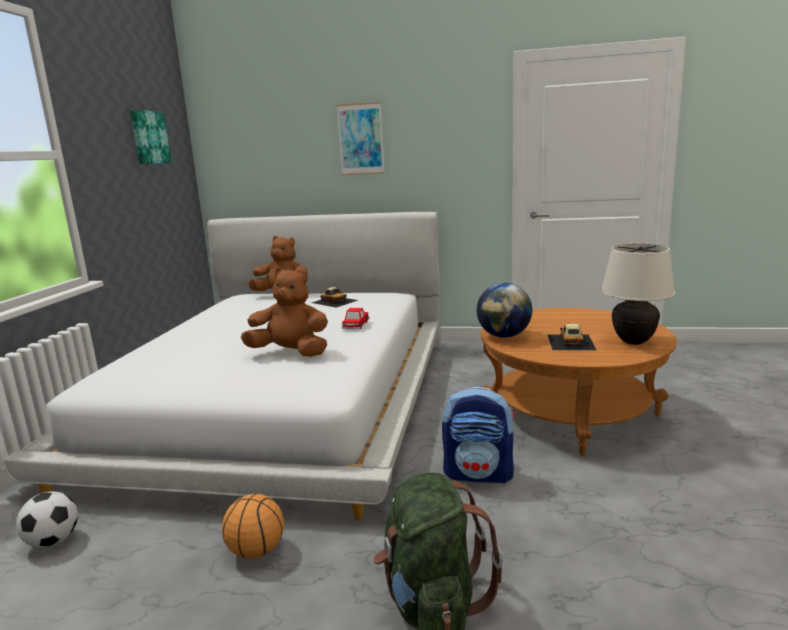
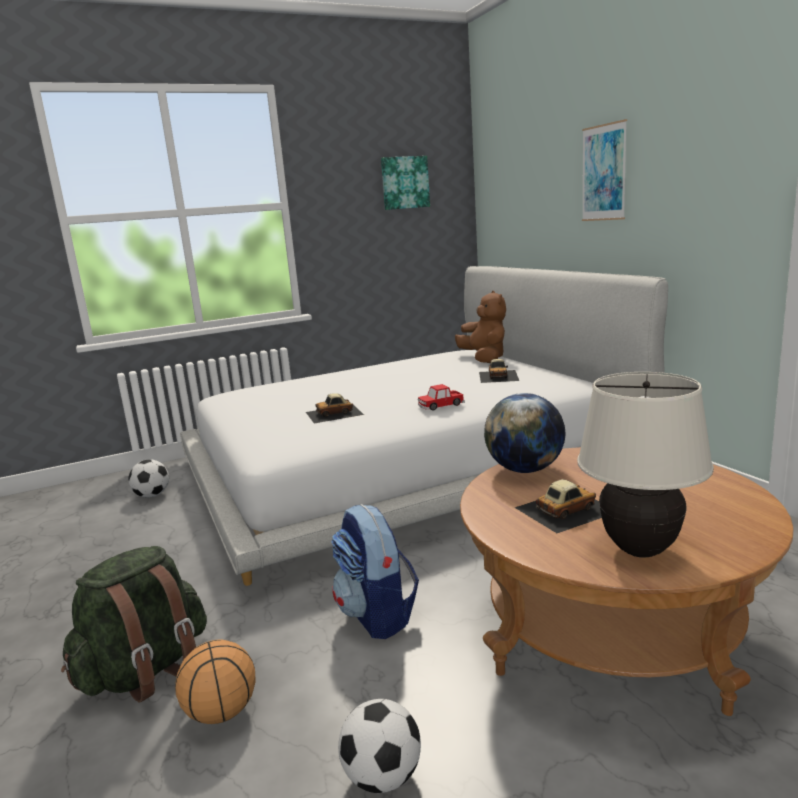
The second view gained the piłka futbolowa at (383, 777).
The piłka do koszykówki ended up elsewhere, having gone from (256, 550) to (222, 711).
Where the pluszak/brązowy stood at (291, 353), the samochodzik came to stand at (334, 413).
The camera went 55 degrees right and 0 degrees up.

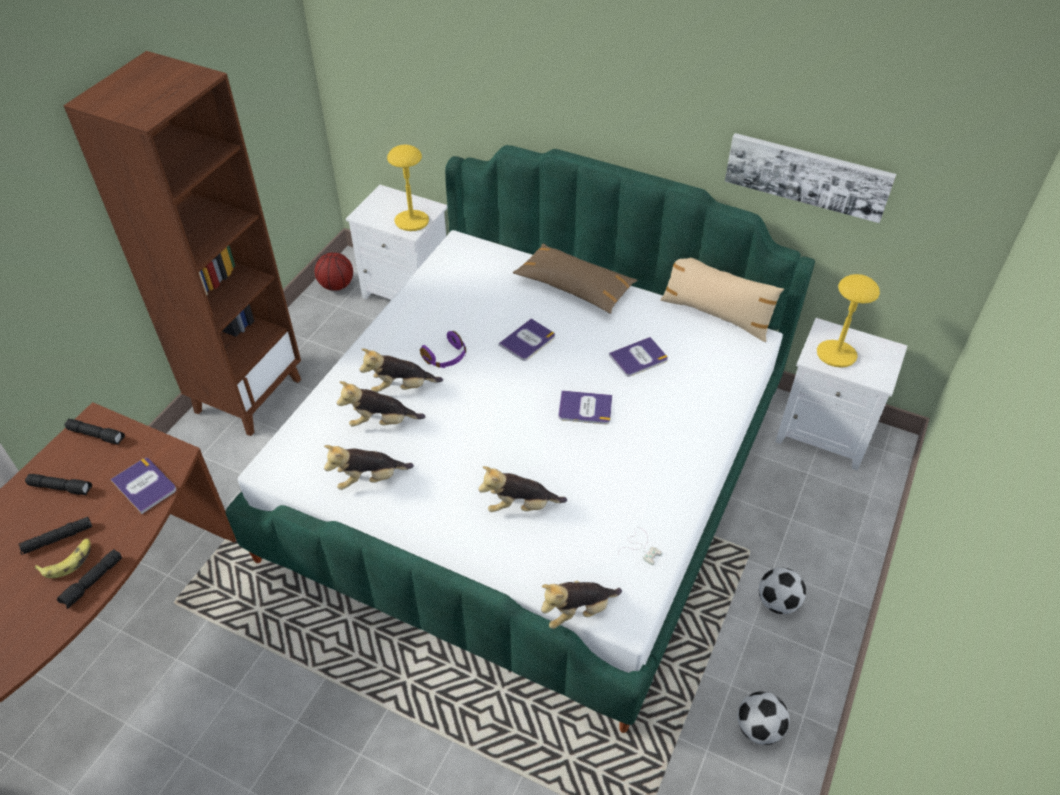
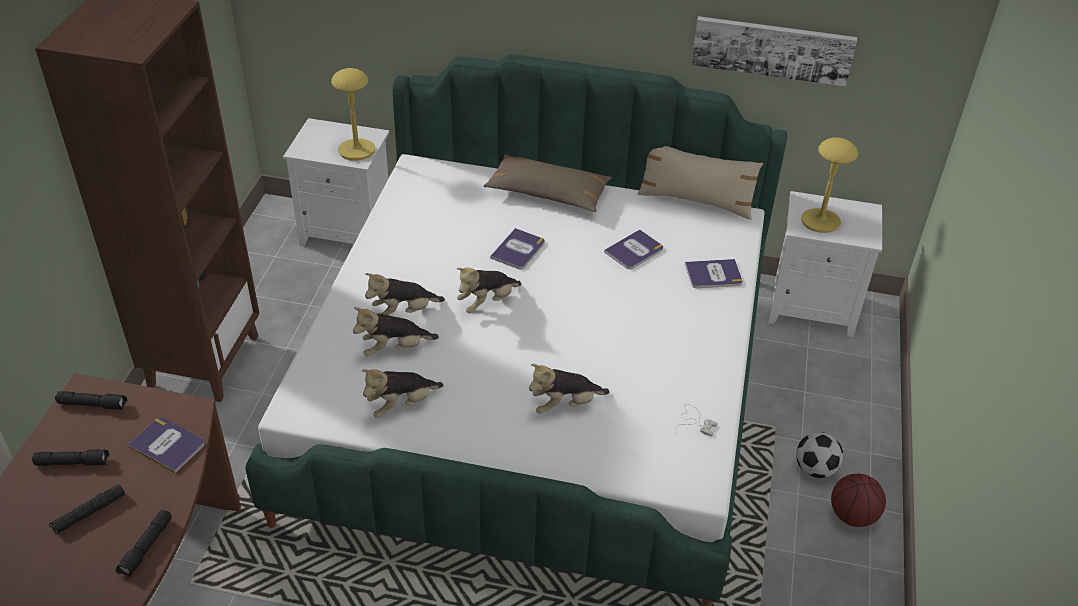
The second view lost the banan at (69, 561).
The second view lost the słuchawki/fioletowy at (446, 357).
The second view lost the piłka futbolowa at (758, 728).
The piłka do koszykówki ended up elsewhere, having gone from (337, 286) to (853, 516).
The pluszak ended up elsewhere, having gone from (577, 611) to (487, 302).
The książka ended up elsewhere, having gone from (585, 408) to (713, 274).
The camera went 15 degrees left and 5 degrees down.

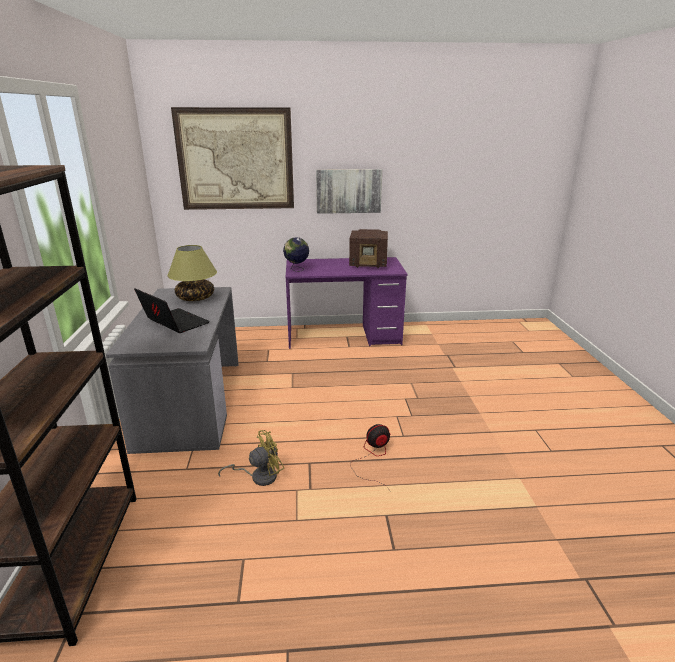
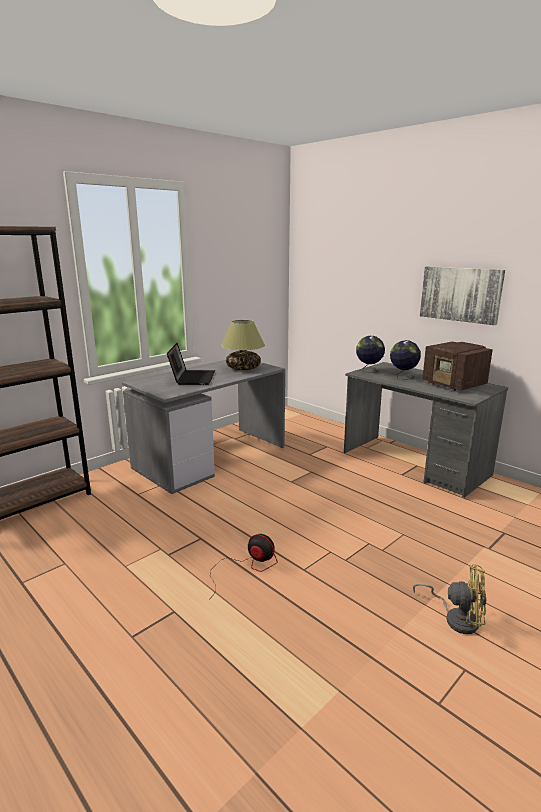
The second view lost the obraz at (235, 159).
The second view gained the globus at (403, 377).
The wentylator/żółty ended up elsewhere, having gone from (259, 476) to (456, 618).
What was the biurko/fioletowy at (344, 336) turned into the biurko/szary at (414, 464).
The camera went 50 degrees right and 5 degrees down.

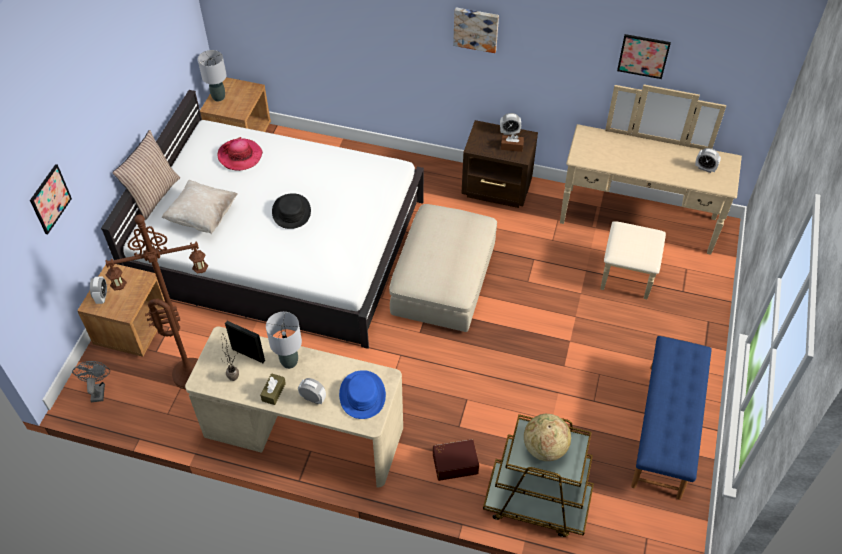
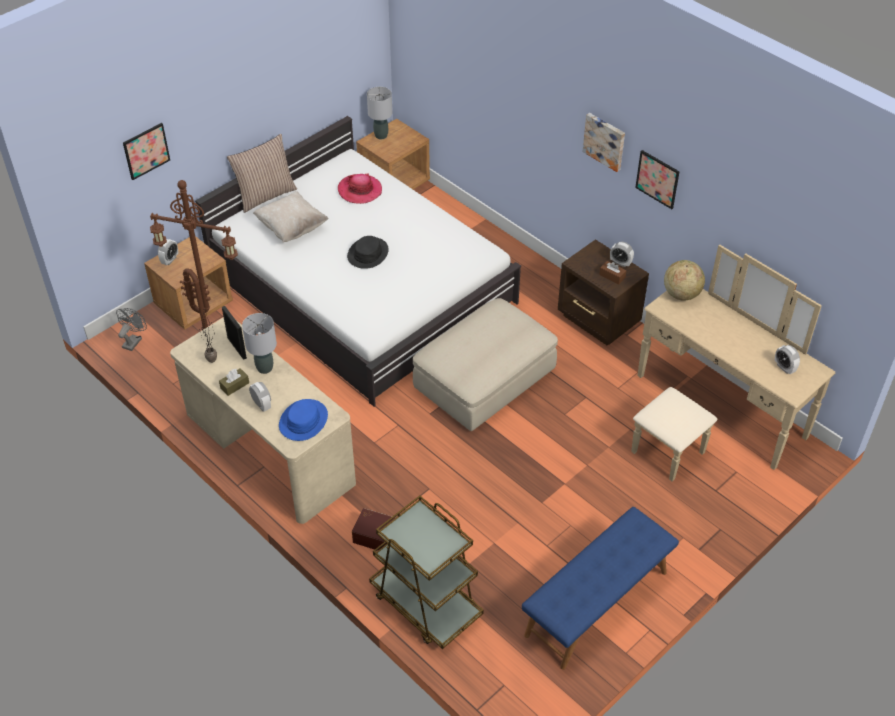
The globus ended up elsewhere, having gone from (544, 448) to (681, 294).
The obraz ended up elsewhere, having gone from (643, 56) to (657, 179).
The camera went 30 degrees right and 5 degrees down.

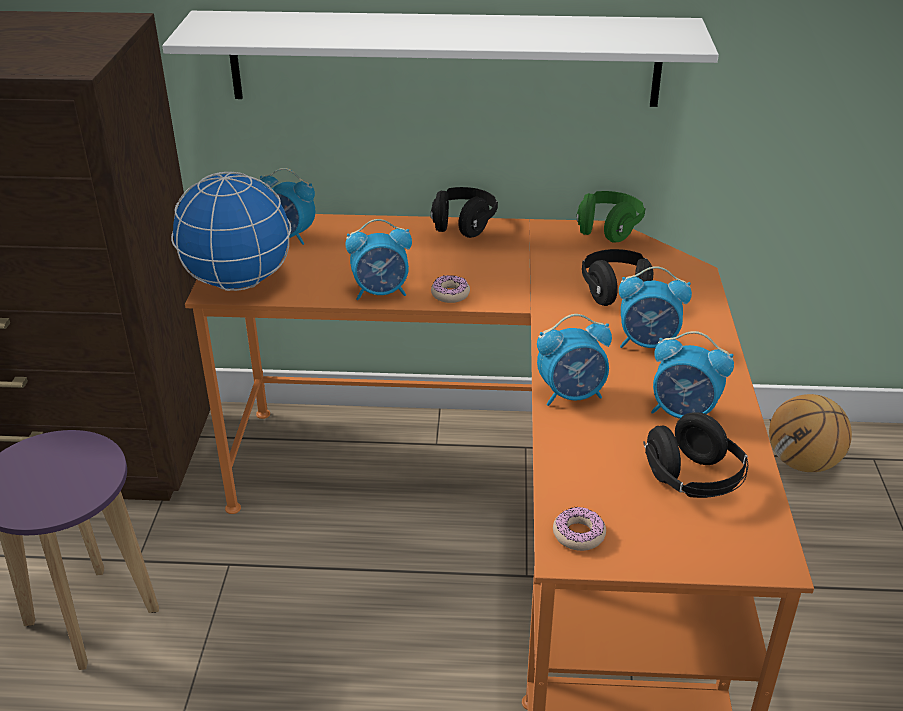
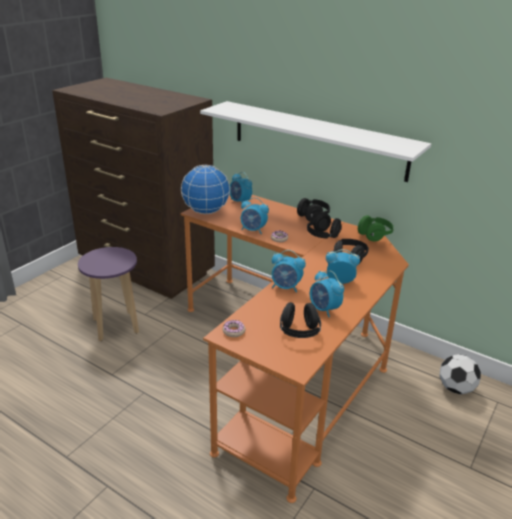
The second view gained the słuchawki/czarny at (323, 236).
Where the piłka do koszykówki stood at (802, 462), the piłka futbolowa came to stand at (455, 388).
The budzik at (648, 344) ended up facing another way, 150 degrees clockwise from before.
The camera went 30 degrees right and 5 degrees down.

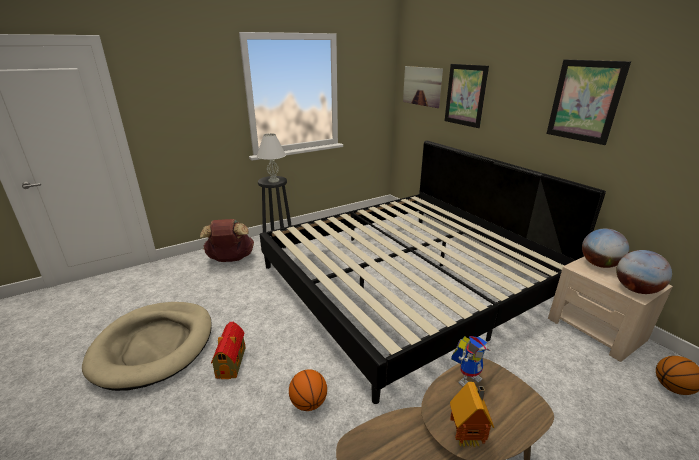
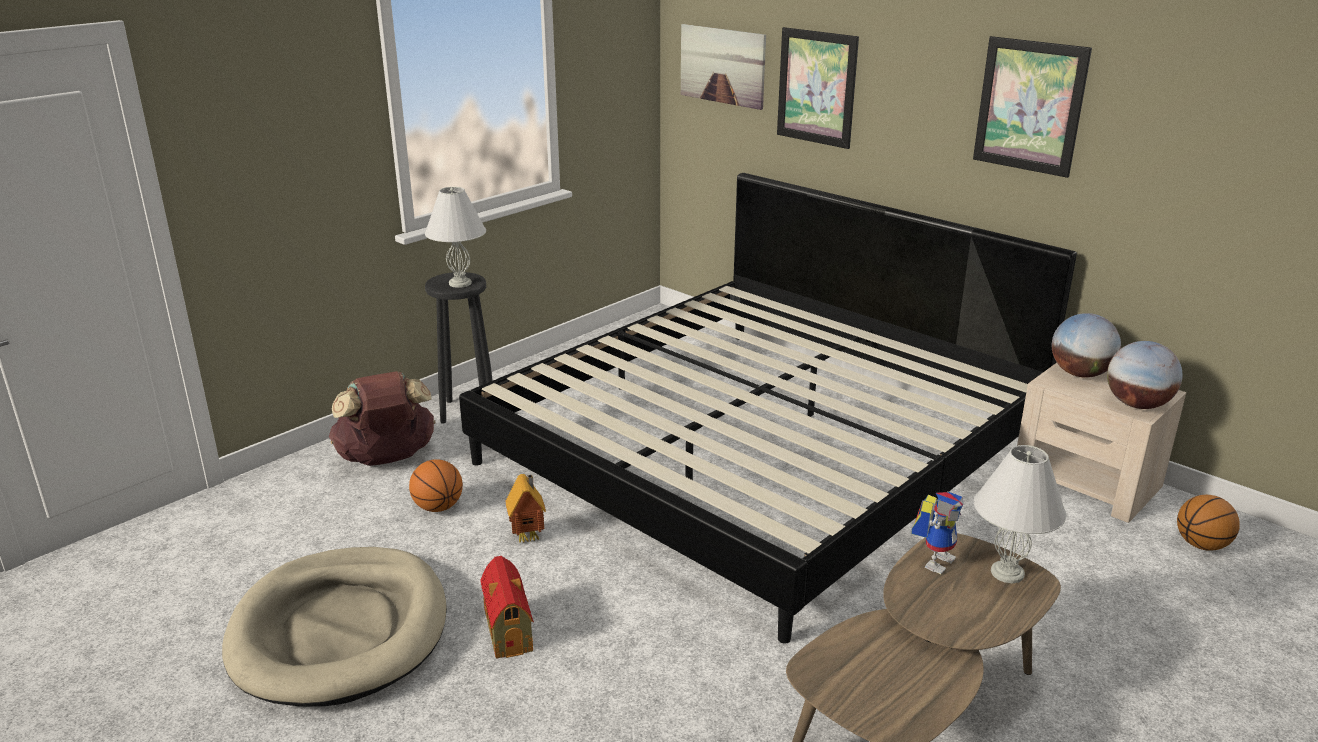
The second view gained the lampa stołowa/biały at (1007, 573).
The piłka do koszykówki ended up elsewhere, having gone from (308, 403) to (438, 507).
The domek ended up elsewhere, having gone from (467, 438) to (529, 536).
The camera went 15 degrees left and 0 degrees up.

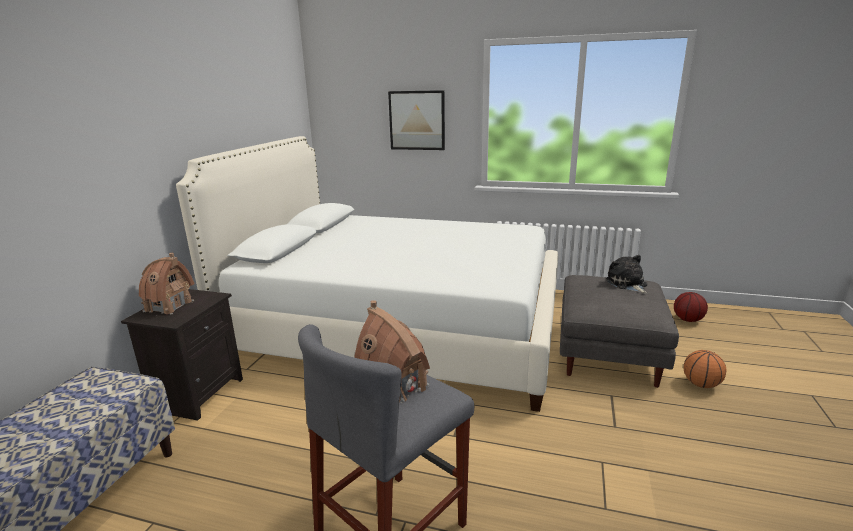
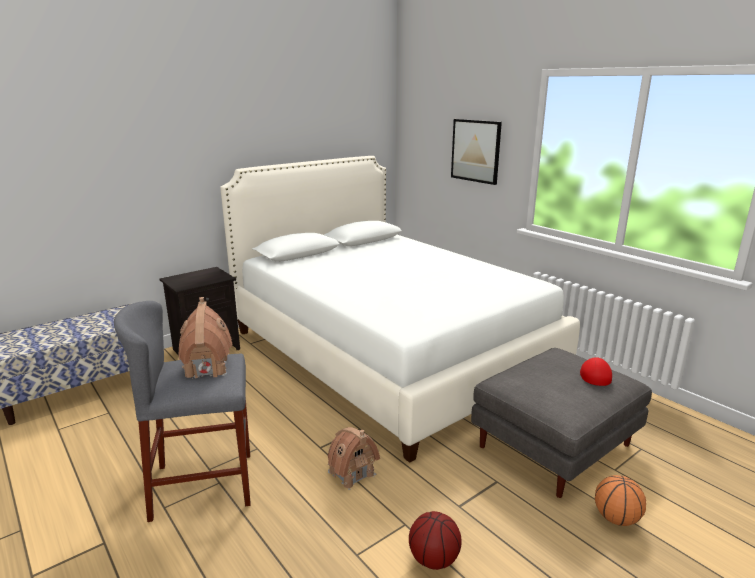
The domek ended up elsewhere, having gone from (169, 306) to (352, 473).
The piłka do koszykówki ended up elsewhere, having gone from (688, 320) to (434, 559).
Where the pluszak stood at (627, 284), the czapka z daszkiem/czerwony came to stand at (595, 374).
The camera went 35 degrees right and 0 degrees up.

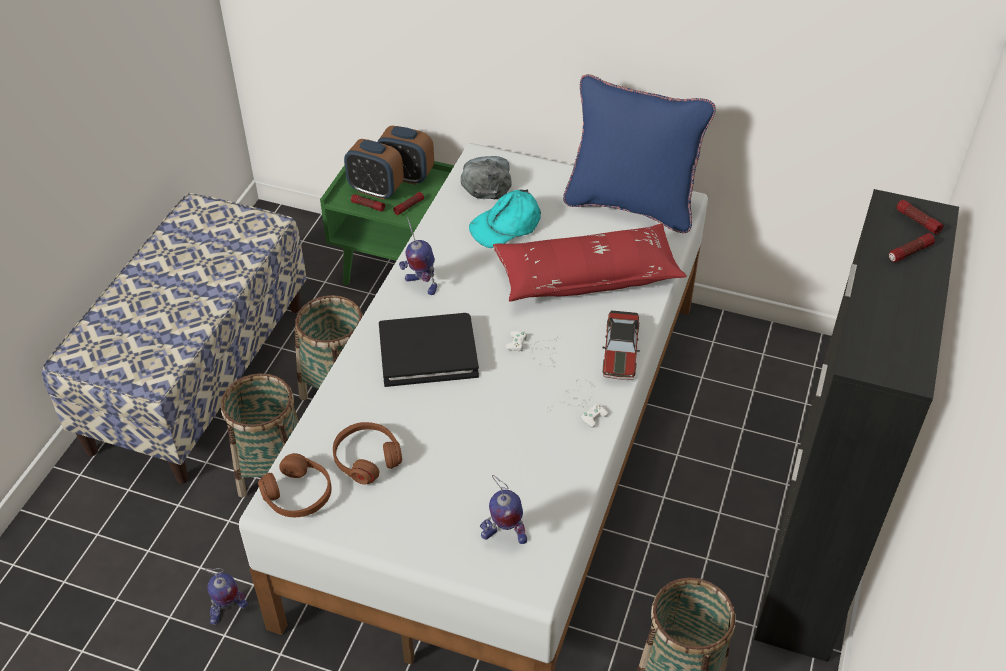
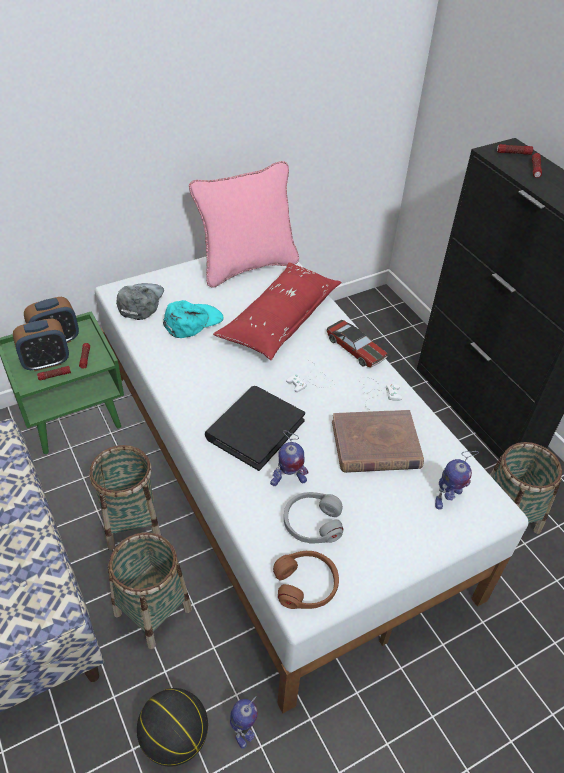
The second view gained the piłka do koszykówki at (175, 737).
The second view gained the książka/brązowy at (375, 445).
The robot zabawkowy ended up elsewhere, having gone from (421, 284) to (288, 480).
What was the słuchawki/brązowy at (366, 458) turned into the słuchawki/szary at (312, 523).
What was the poduszka/niebieski at (631, 205) turned into the poduszka/różowy at (247, 266).
The czapka z daszkiem/szary at (486, 179) ended up facing another way, 60 degrees clockwise from before.
The czapka z daszkiem/turkusowy at (506, 226) ended up facing another way, 135 degrees counterclockwise from before.
The camera went 50 degrees left and 0 degrees up.

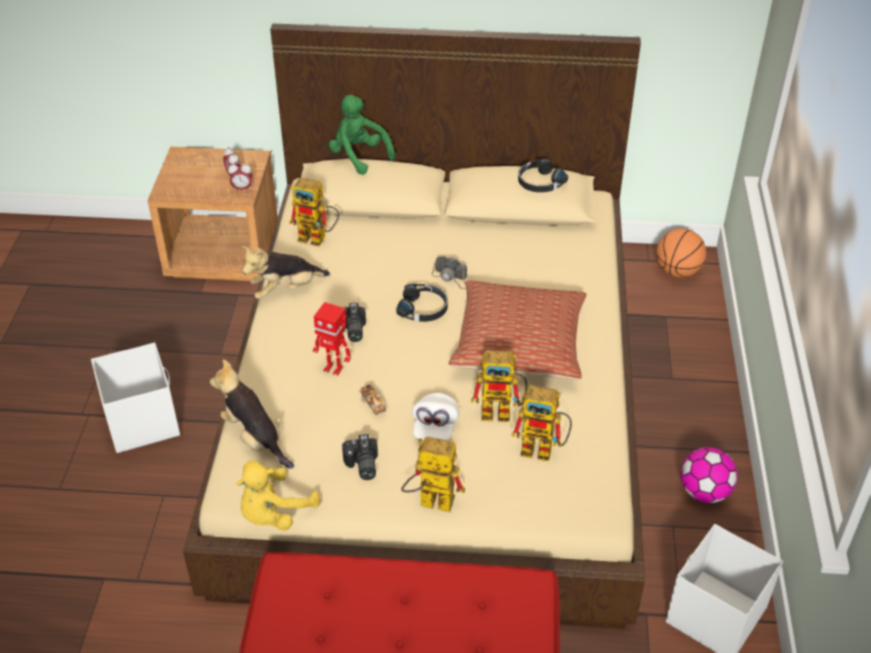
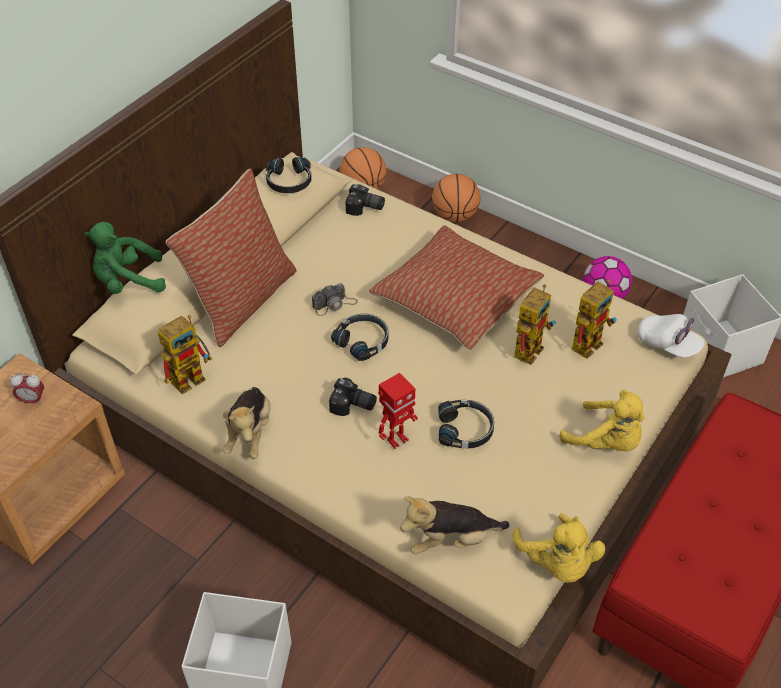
The second view lost the budzik at (242, 189).
The second view gained the poduszka at (242, 300).
The second view gained the piłka do koszykówki at (455, 216).
The aparat fotograficzny ended up elsewhere, having gone from (361, 466) to (365, 208).
The czapka z daszkiem/biały ended up elsewhere, having gone from (435, 427) to (668, 344).
Where the samochodzik stood at (372, 404), the słuchawki/czarny came to stand at (465, 429).
Where the robot zabawkowy stood at (429, 502), the pluszak/żółty came to stand at (606, 441).
The camera went 60 degrees left and 5 degrees up.

